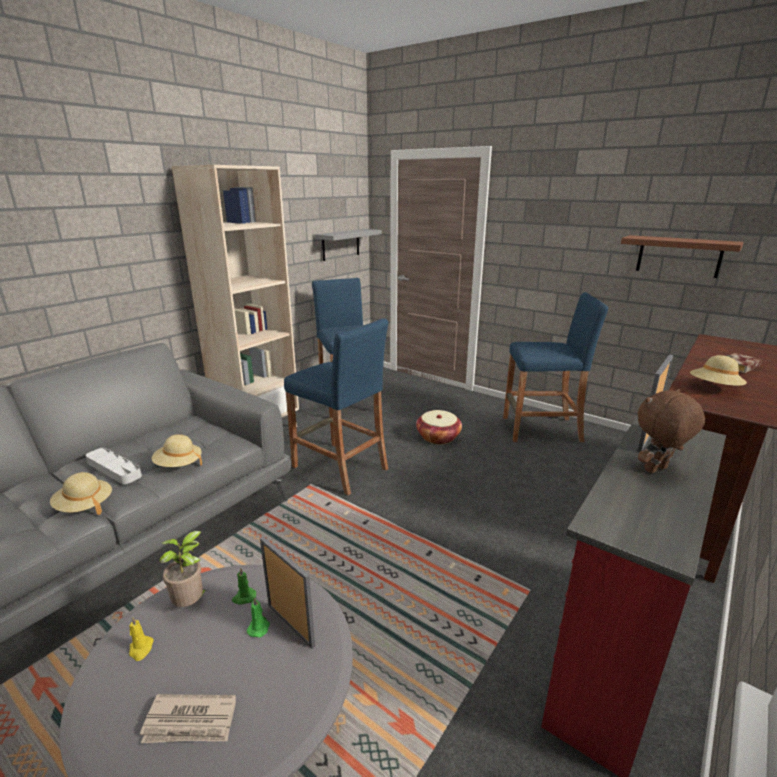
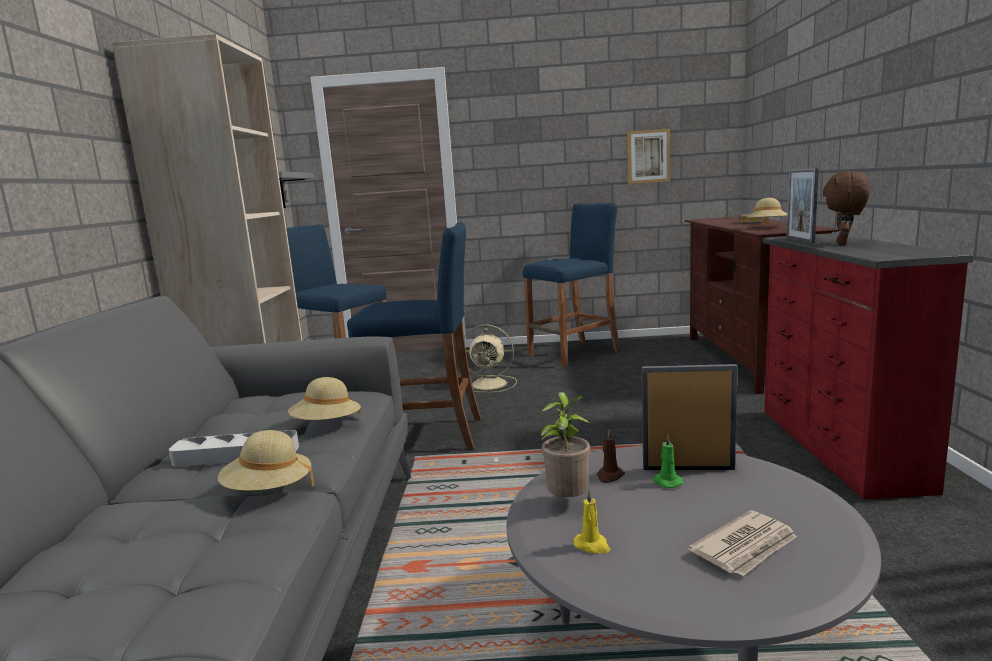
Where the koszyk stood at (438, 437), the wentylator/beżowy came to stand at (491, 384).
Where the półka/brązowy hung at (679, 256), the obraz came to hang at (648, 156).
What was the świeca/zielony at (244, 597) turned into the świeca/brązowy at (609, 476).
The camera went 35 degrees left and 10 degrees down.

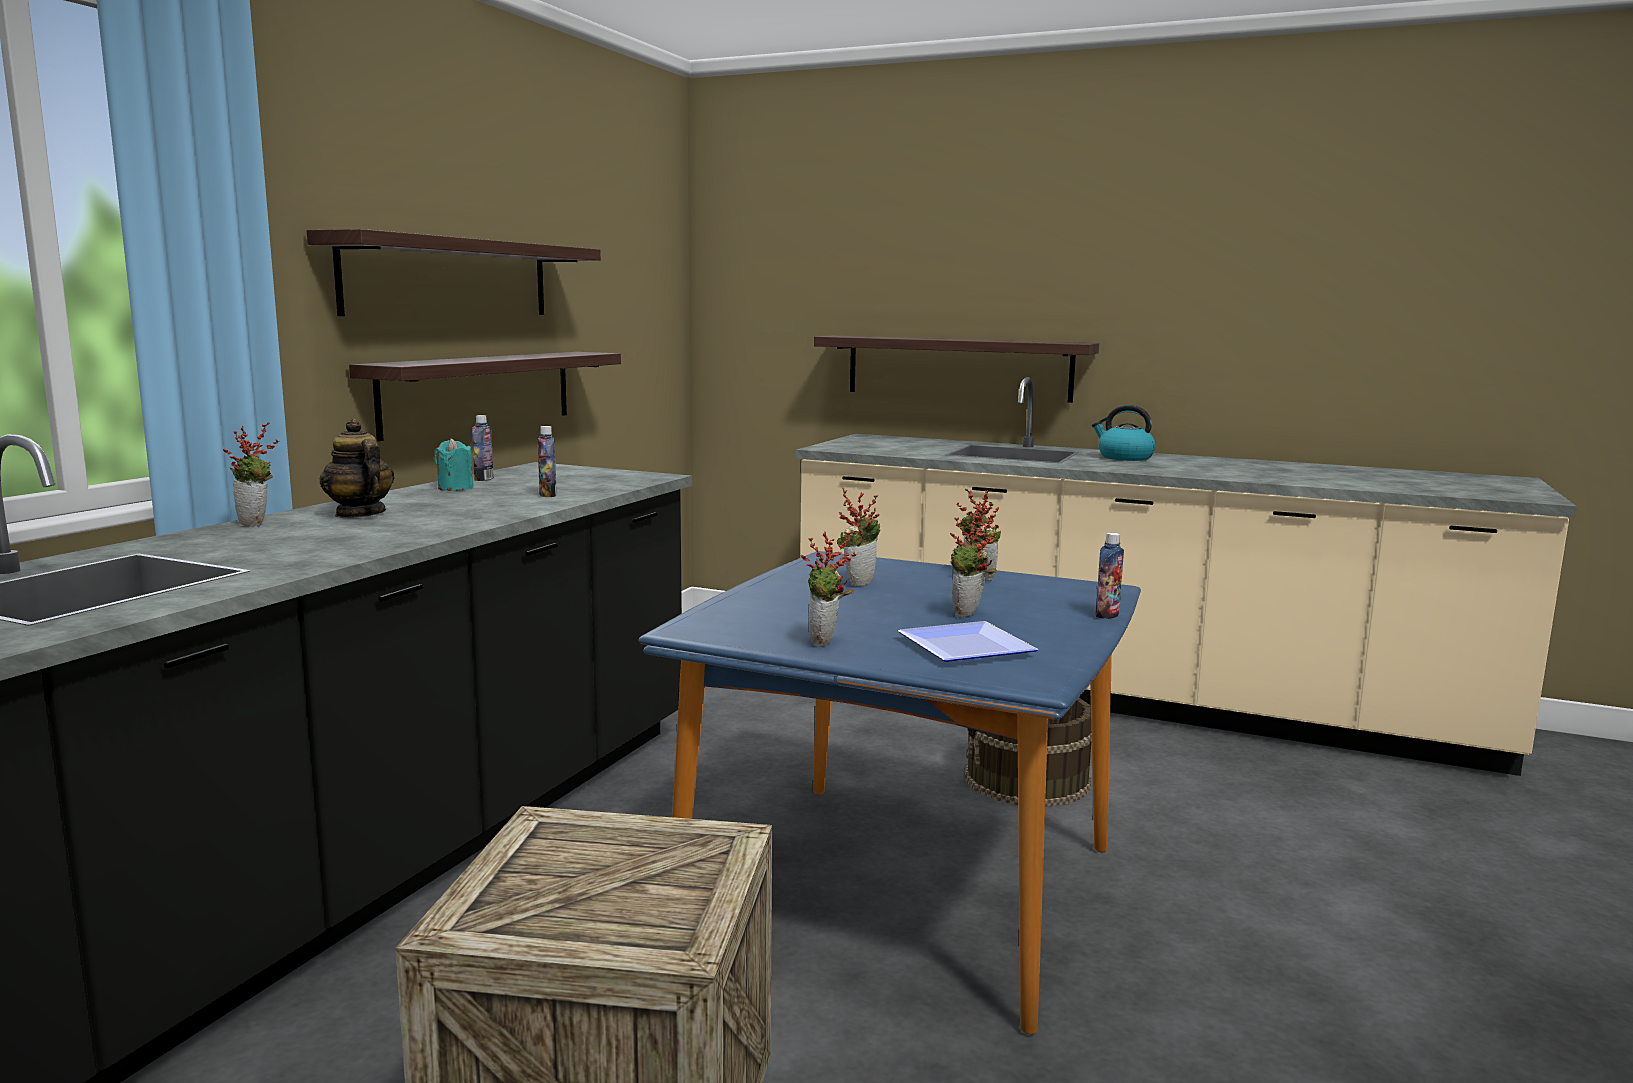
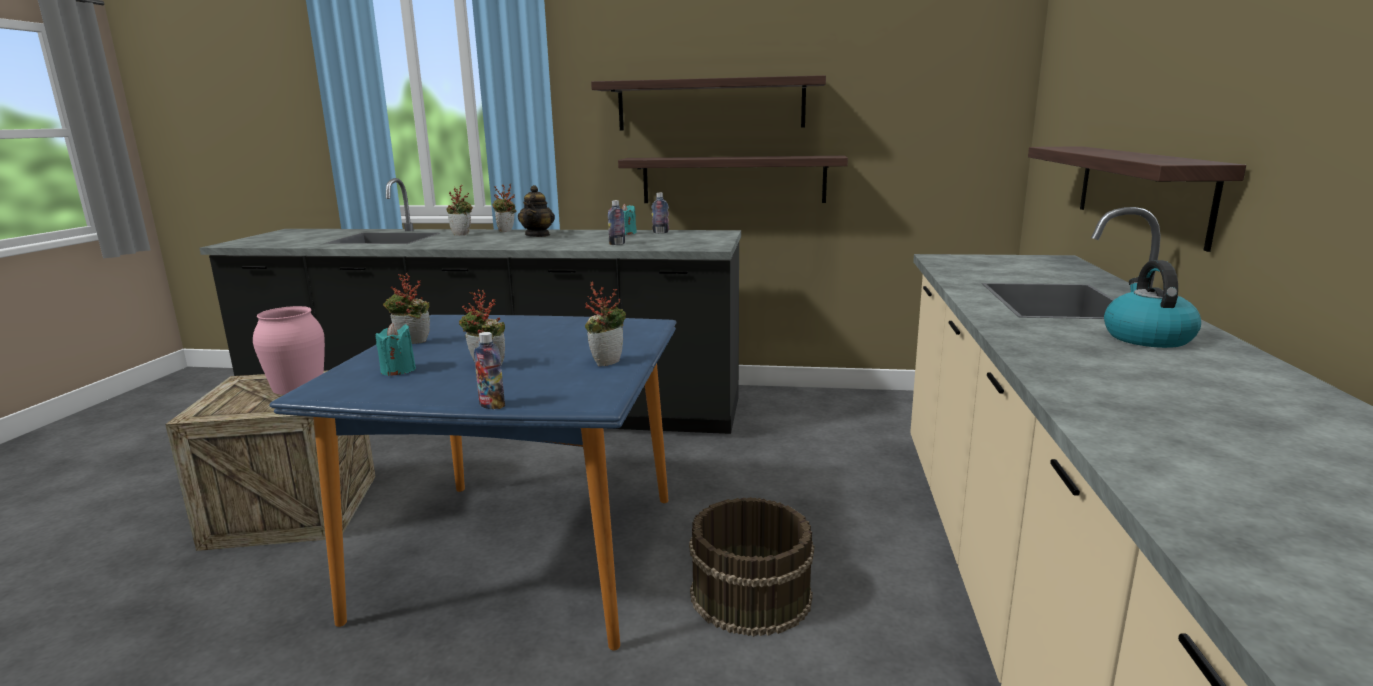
The second view gained the wazon/różowy at (298, 386).
The roślina doniczkowa ended up elsewhere, having gone from (858, 582) to (463, 234).
Where the talerz stood at (960, 647), the świeca/turkusowy came to stand at (398, 370).
The imbryk at (359, 514) ended up facing another way, 150 degrees clockwise from before.
The camera went 75 degrees right and 5 degrees up.

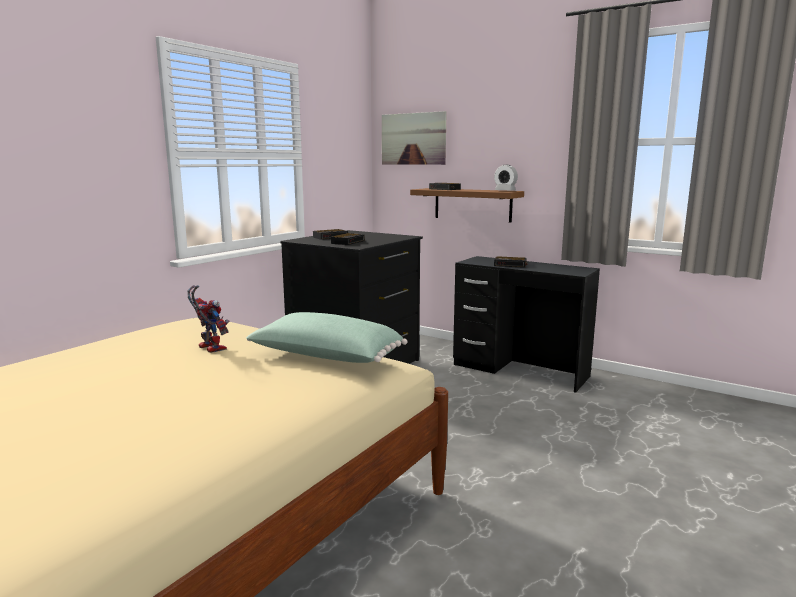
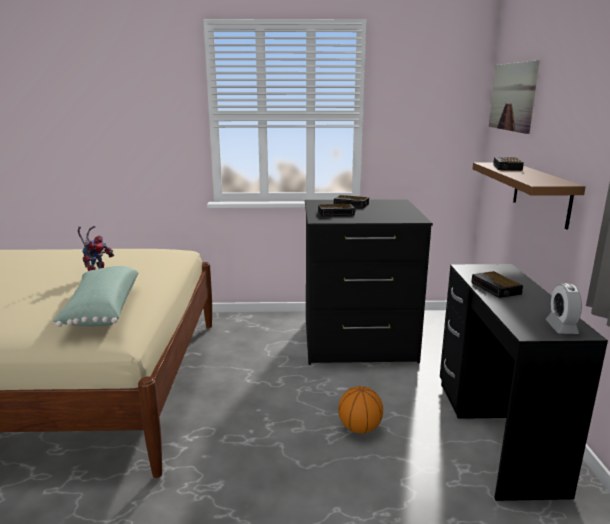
The second view gained the piłka do koszykówki at (359, 428).
The budzik ended up elsewhere, having gone from (505, 190) to (561, 327).
The camera went 55 degrees right and 5 degrees up.

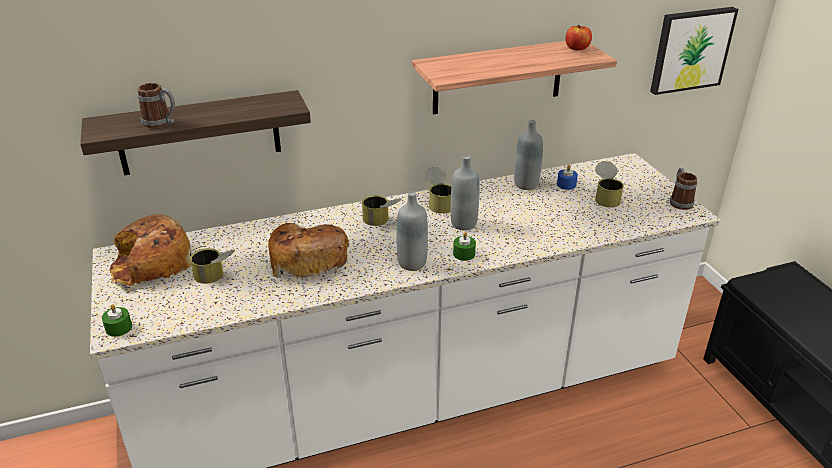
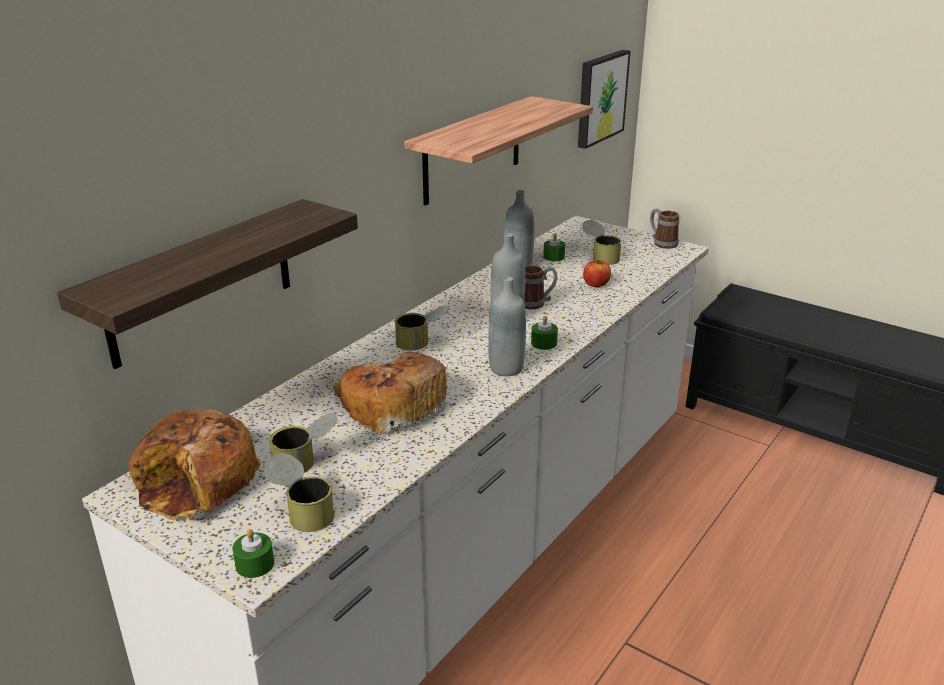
The kubek ended up elsewhere, having gone from (161, 123) to (536, 303).
The puszka ended up elsewhere, having gone from (439, 203) to (302, 511).
The jabłko ended up elsewhere, having gone from (577, 48) to (596, 284).
What was the świeca/niebieski at (566, 184) turned into the świeca/zielony at (553, 257).
The camera went 35 degrees left and 5 degrees down.

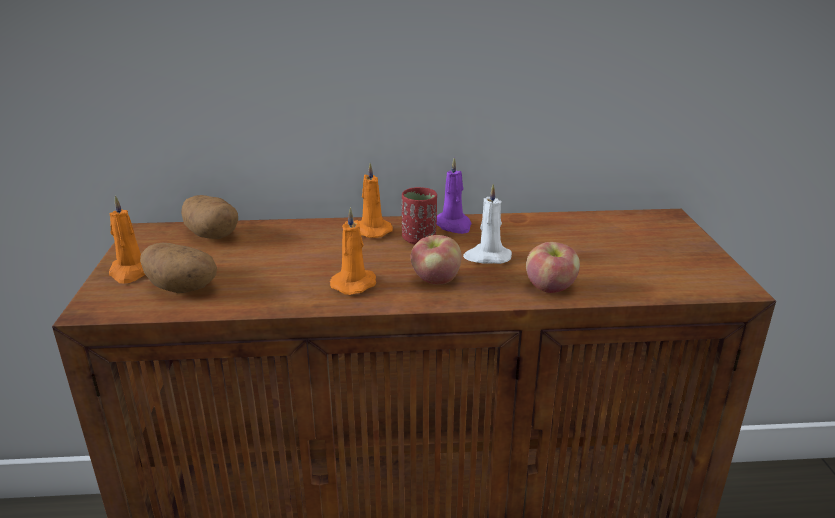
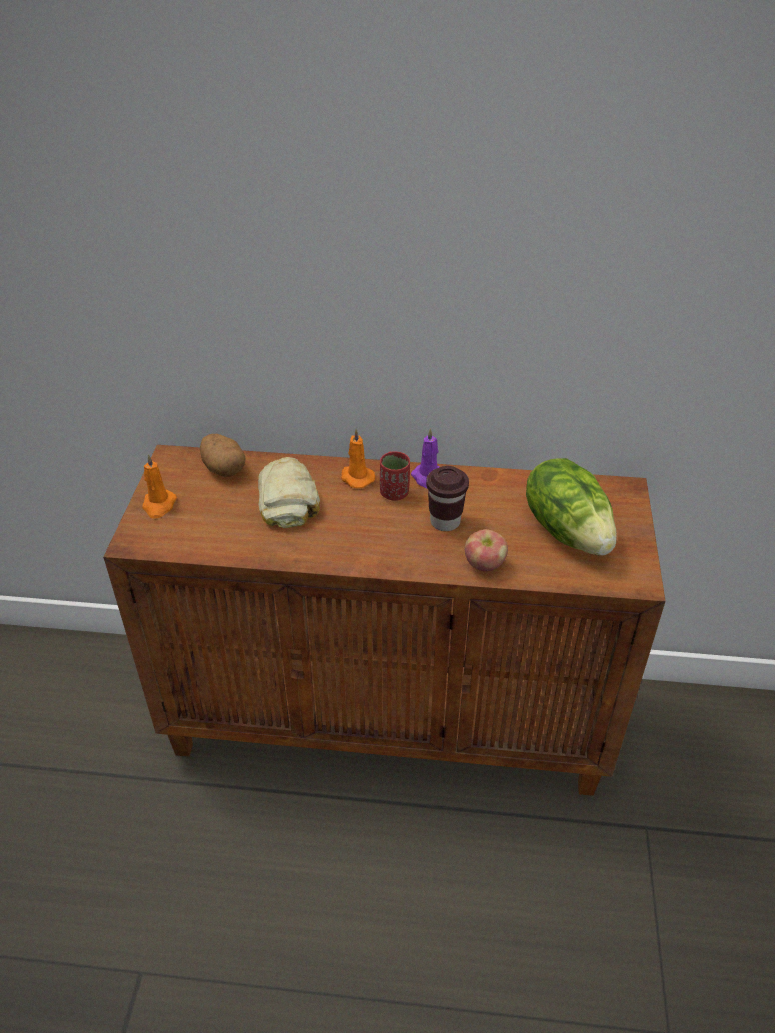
The second view lost the ziemniak at (184, 288).
The second view lost the świeca/pomarańczowy at (355, 284).
The second view lost the jabłko at (436, 280).
The second view gained the chleb at (289, 499).
The second view gained the sałata at (568, 530).
Where the świeca/biały stood at (487, 257), the filiżanka/brązowy came to stand at (445, 522).
The camera went 10 degrees right and 15 degrees up.

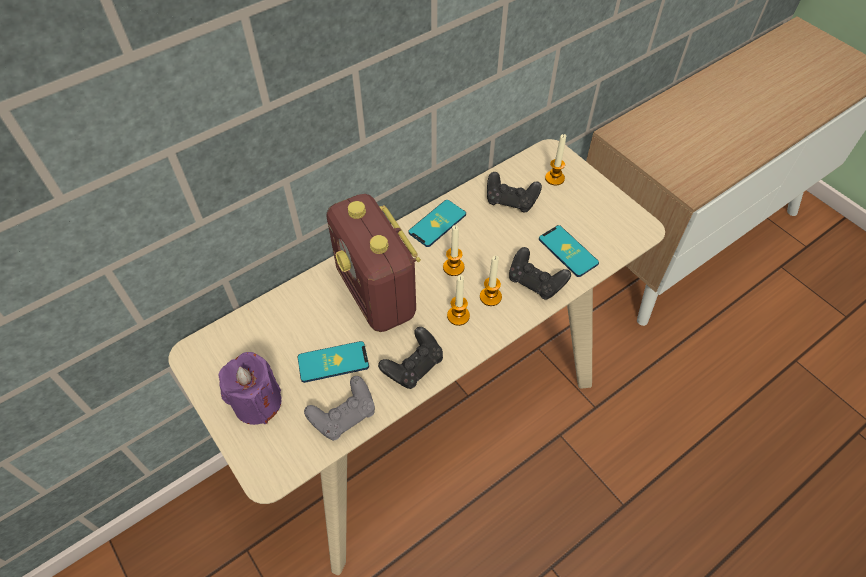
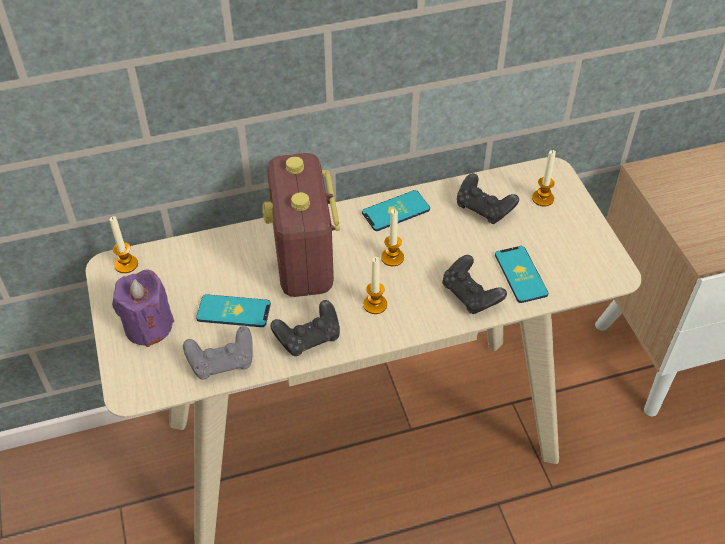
The świeca ended up elsewhere, having gone from (490, 297) to (126, 264).
The camera went 20 degrees right and 5 degrees down.

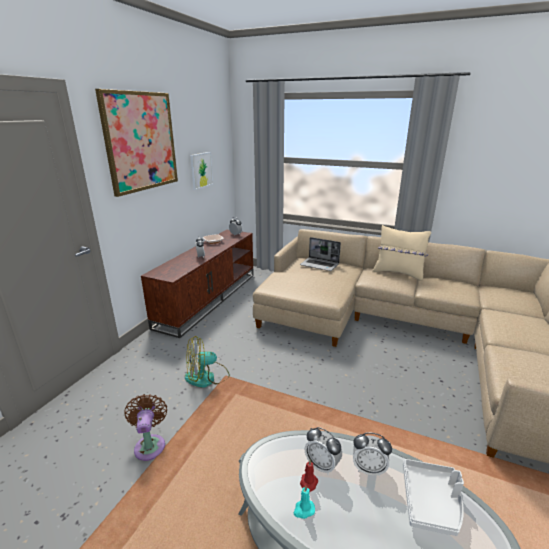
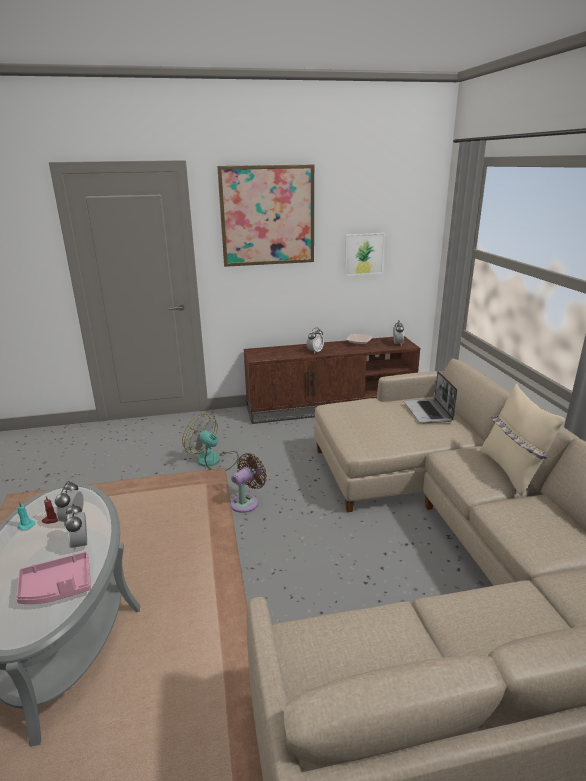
The wentylator/brązowy ended up elsewhere, having gone from (150, 444) to (247, 502).
What was the taca/szary at (431, 501) turned into the taca/różowy at (57, 587).
The camera went 55 degrees right and 0 degrees up.

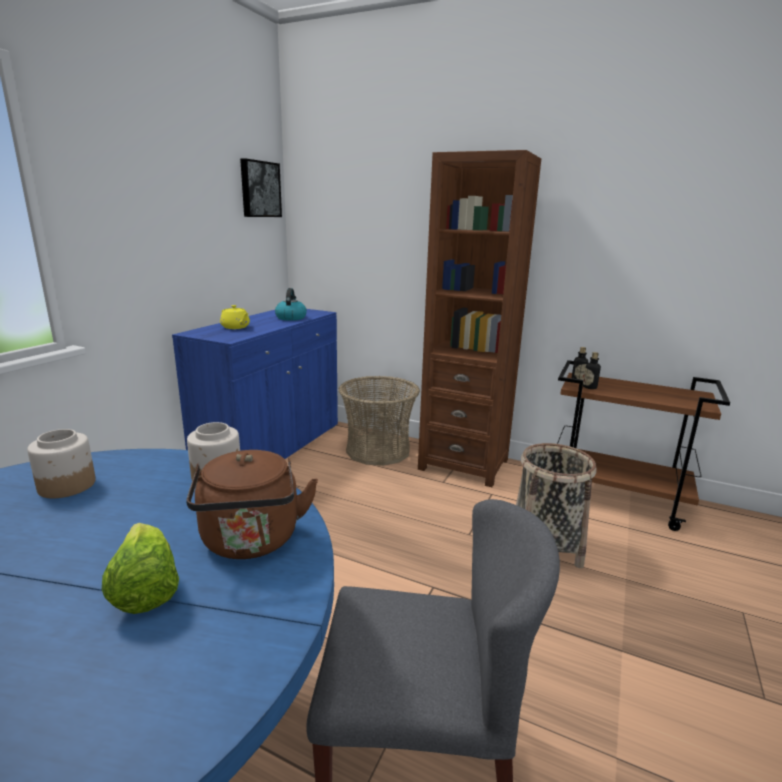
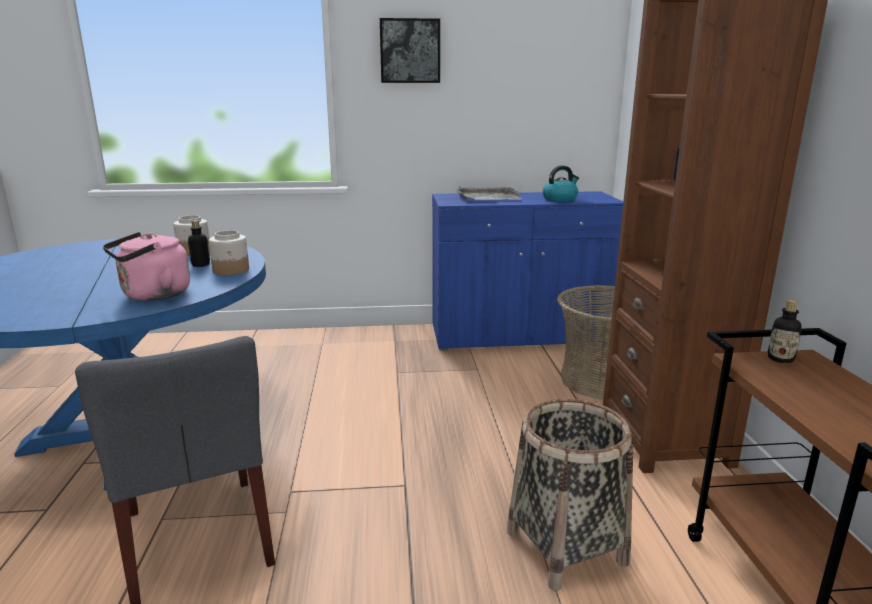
The second view lost the sałata at (145, 589).
The obraz ended up elsewhere, having gone from (259, 189) to (410, 51).
The butelka ended up elsewhere, having gone from (589, 387) to (200, 265).
Where the imbryk/żółty stood at (236, 327), the taca/szary came to stand at (487, 197).
What was the czajnik/brązowy at (251, 542) turned into the czajnik/różowy at (152, 295).
The camera went 60 degrees right and 0 degrees up.

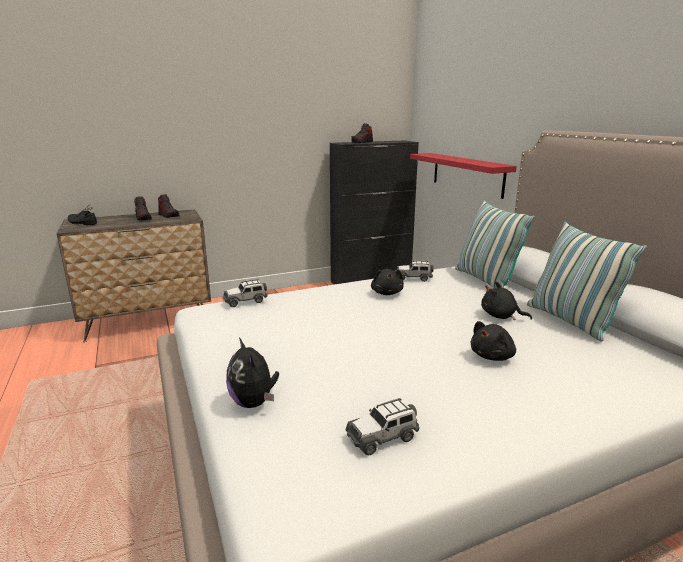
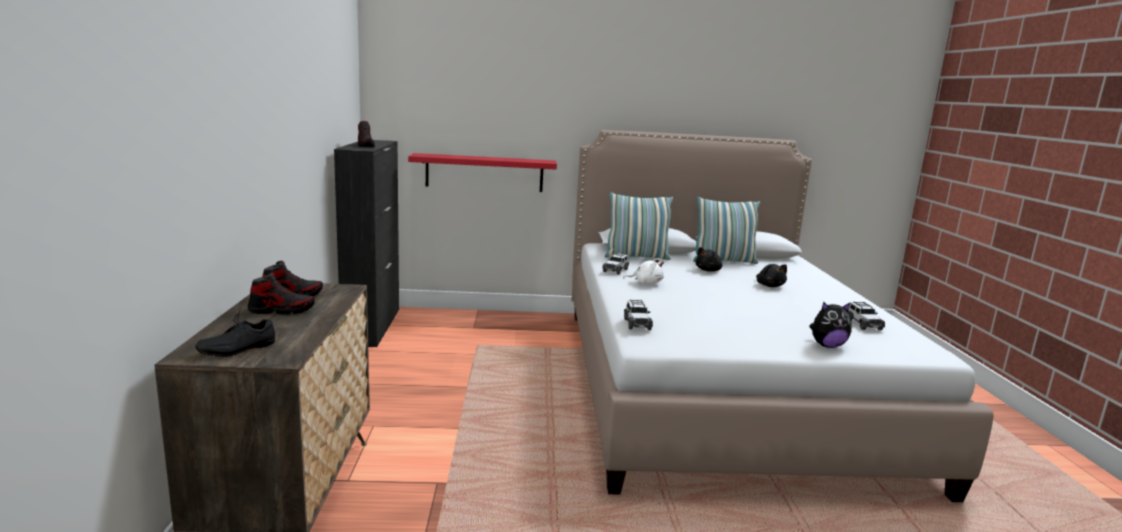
What was the pluszak/czarny at (387, 293) turned into the pluszak/biały at (646, 283).
The camera went 70 degrees left and 5 degrees down.

